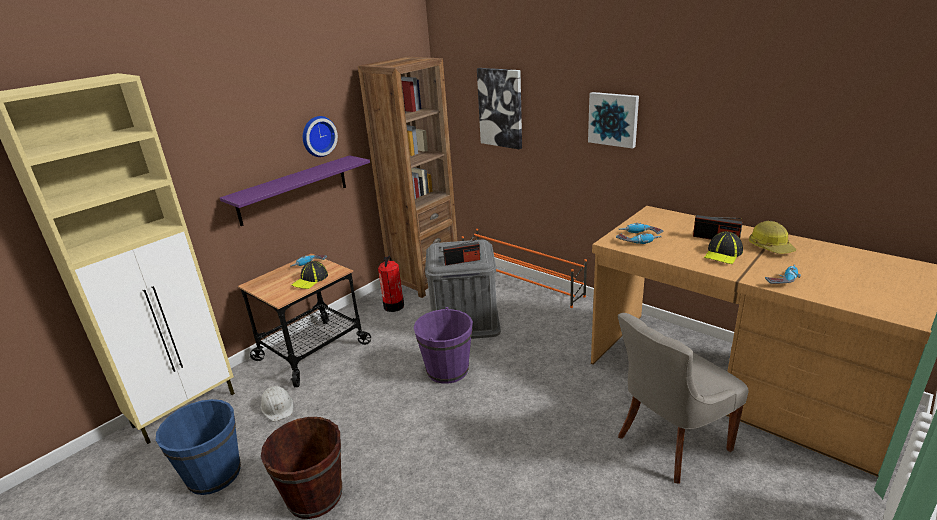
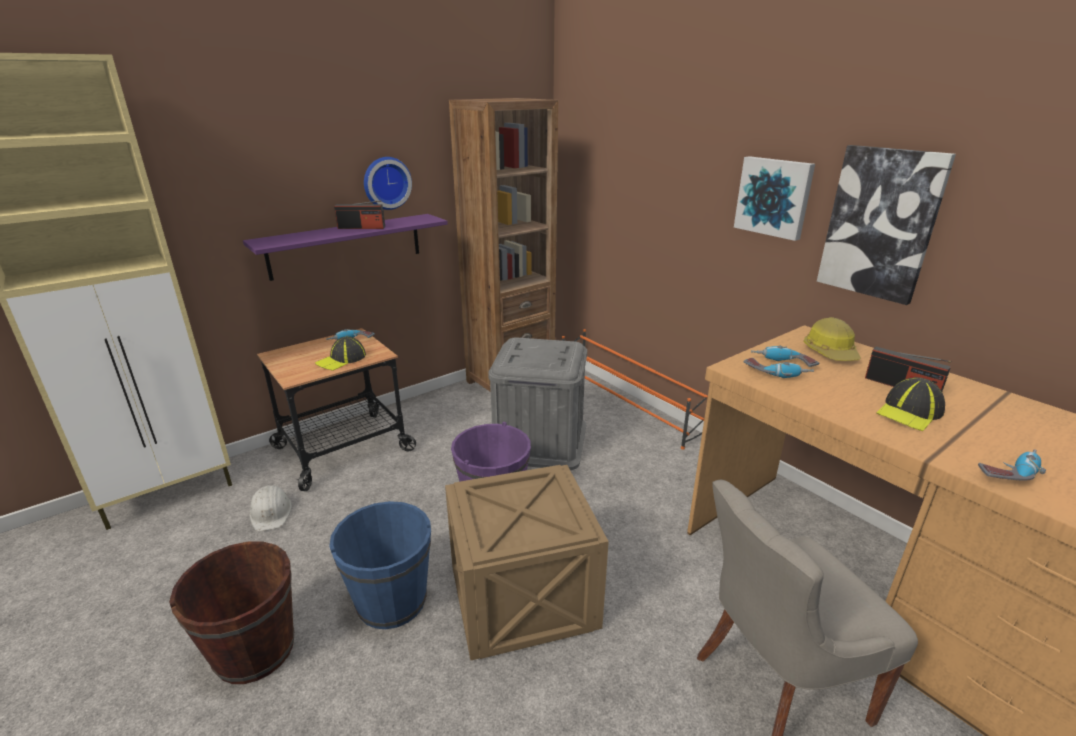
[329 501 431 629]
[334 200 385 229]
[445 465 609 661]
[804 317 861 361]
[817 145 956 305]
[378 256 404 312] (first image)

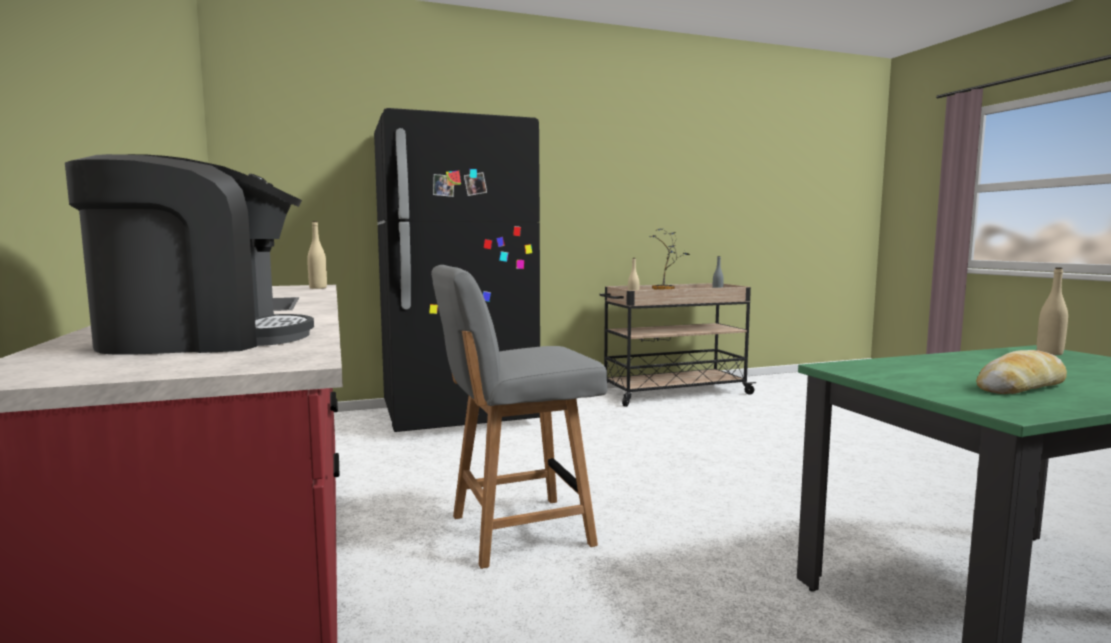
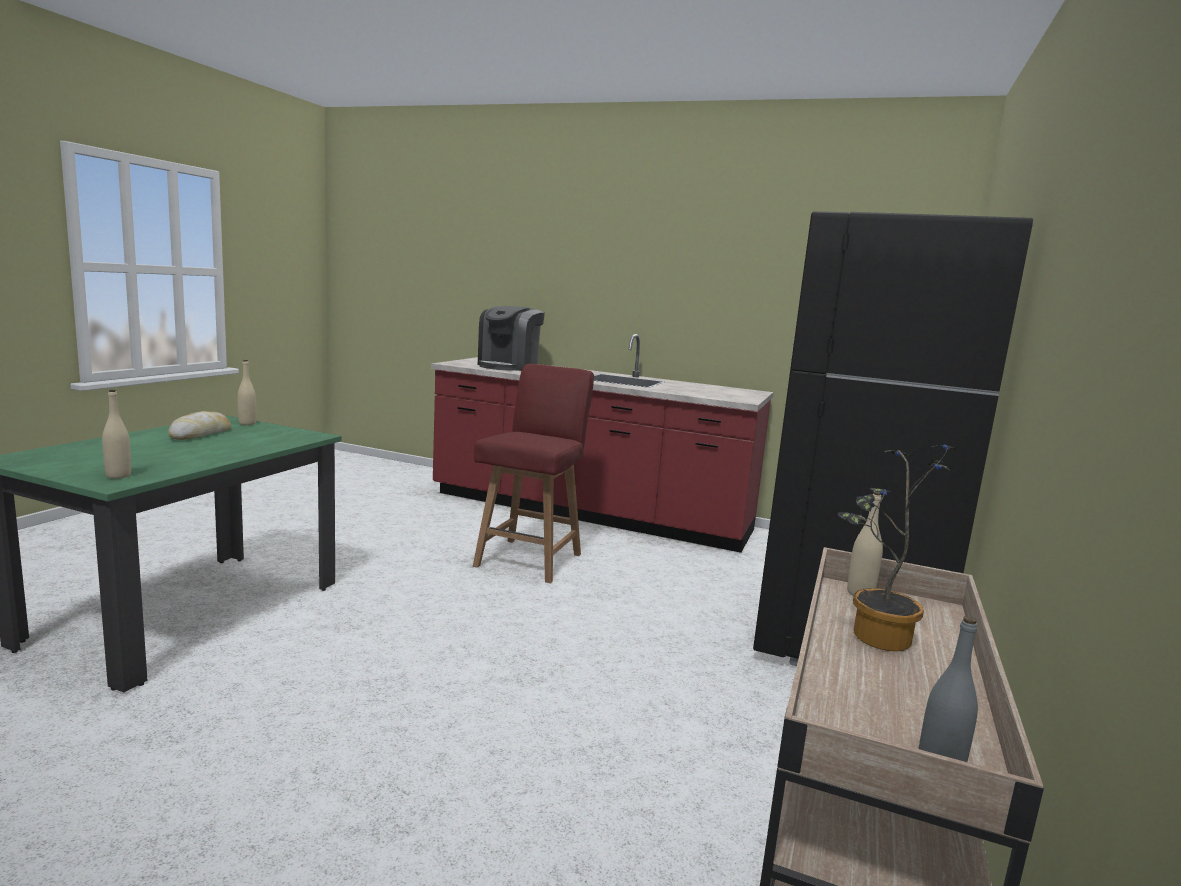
[237 360 256 425]
[473 364 594 583]

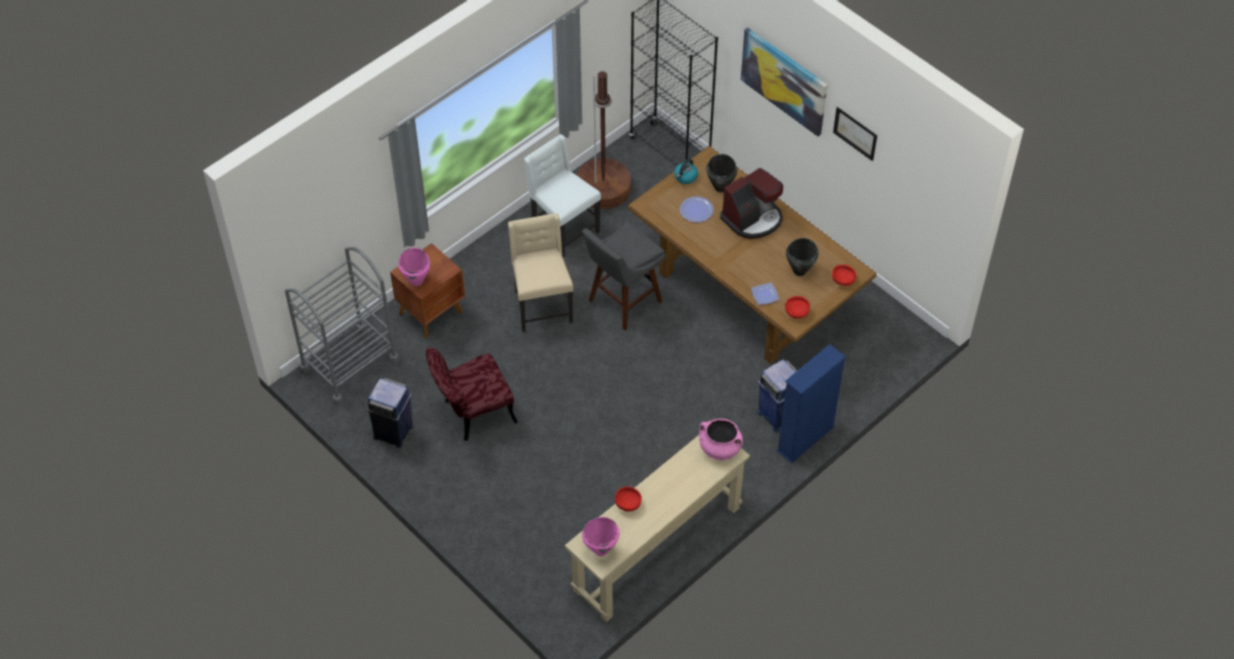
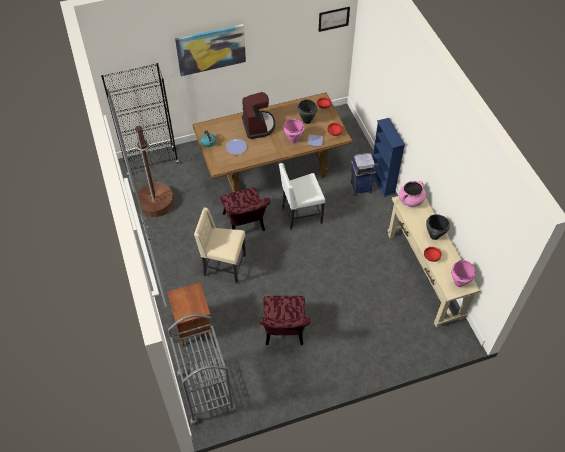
[221 188 271 231]
[279 163 325 230]
[283 119 305 143]
[318 7 350 32]
[426 214 450 240]
[367 378 414 448] (first image)

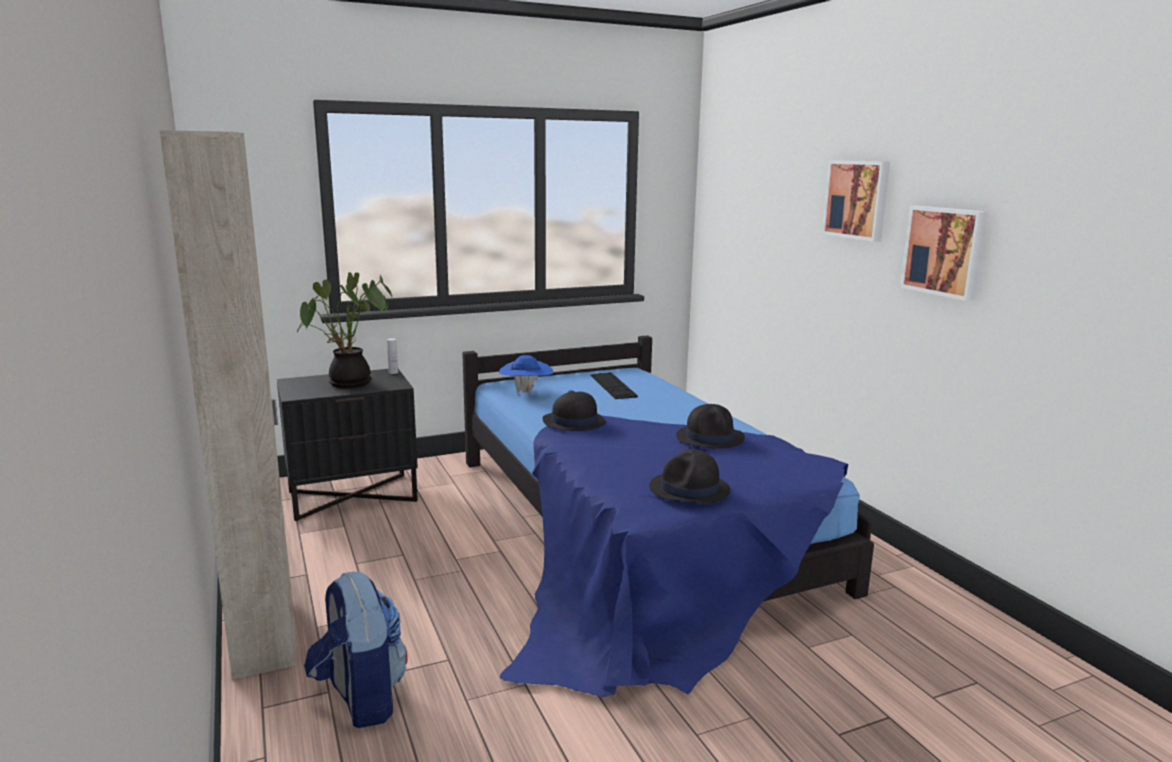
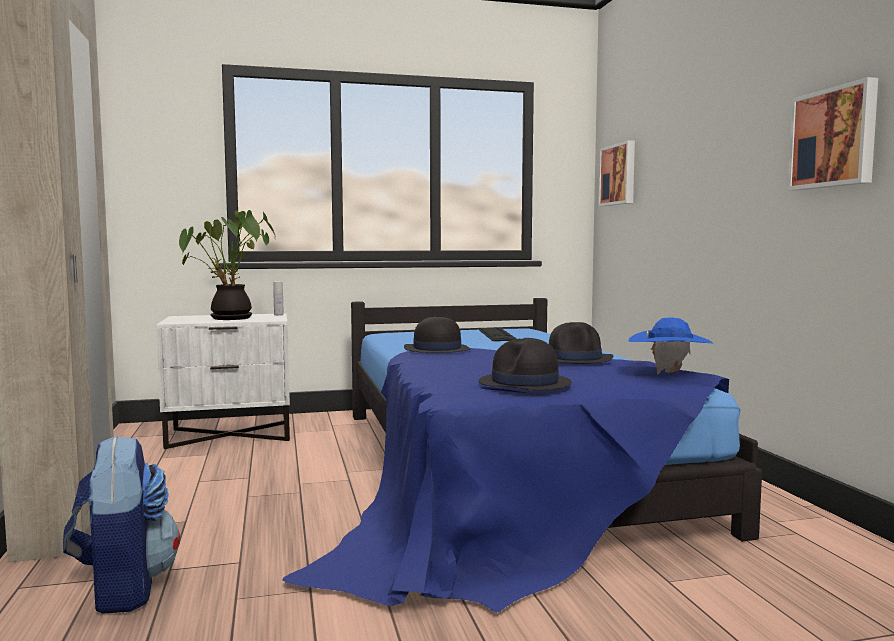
[156 313 290 449]
[598 140 635 206]
[628 317 715 375]

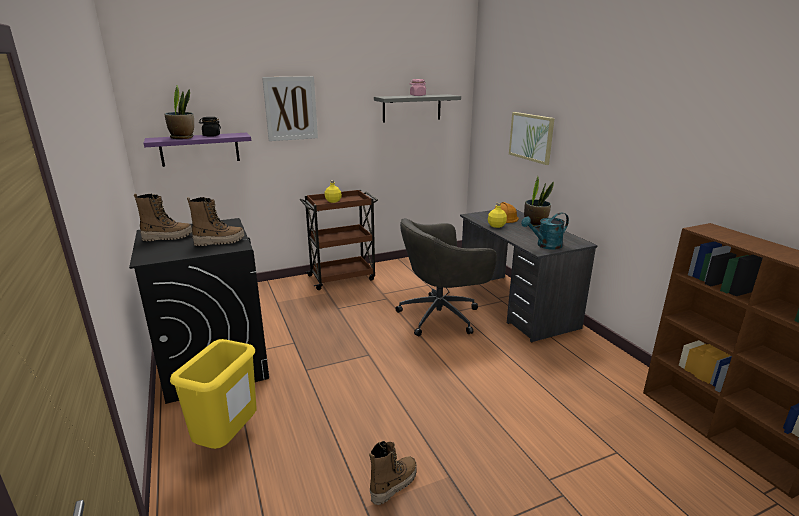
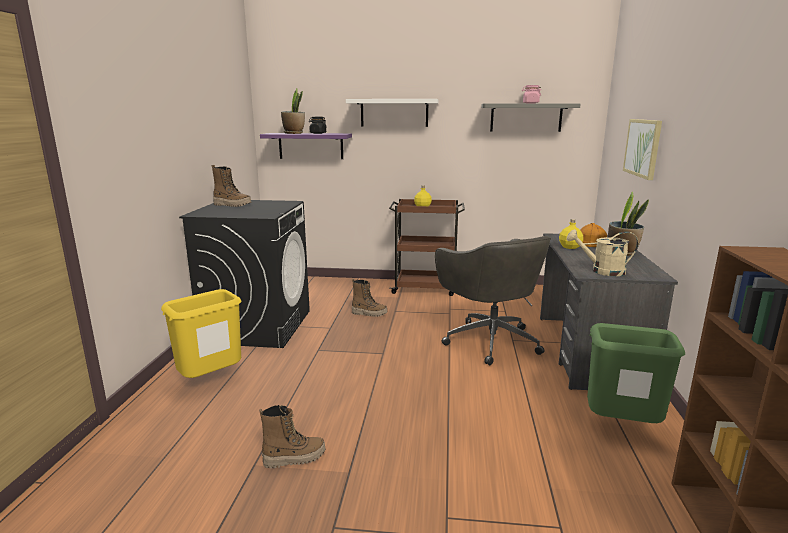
[346 99 438 127]
[352 279 387 317]
[435 236 551 365]
[567 229 638 276]
[587 323 685 423]

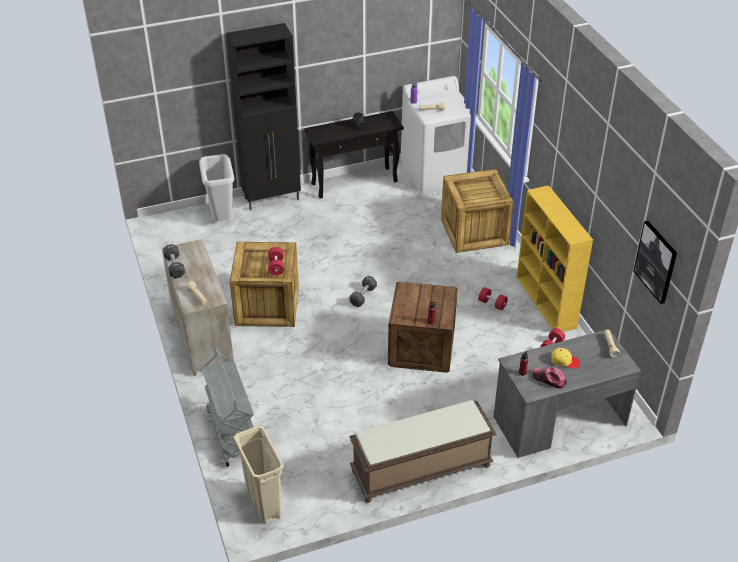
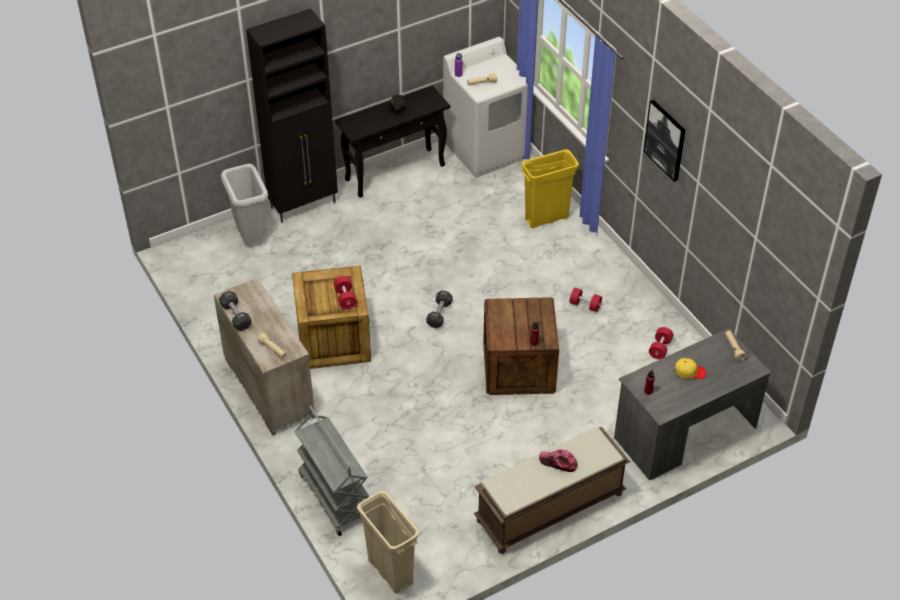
[521 149 579 228]
[539 449 578 472]
[644 100 685 182]
[516 185 593 332] (first image)

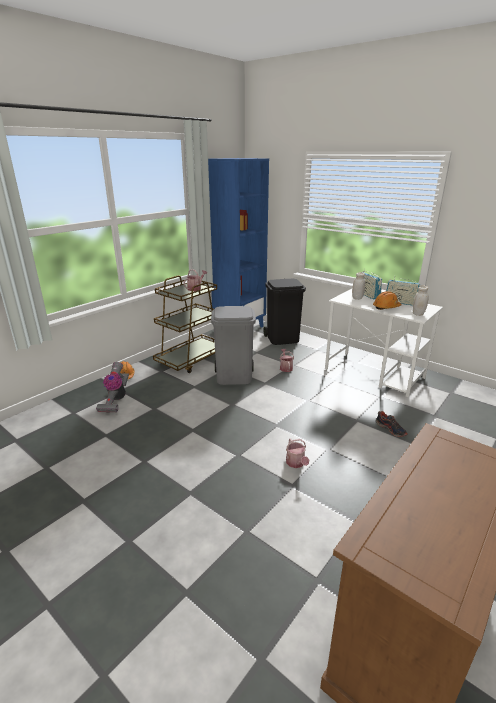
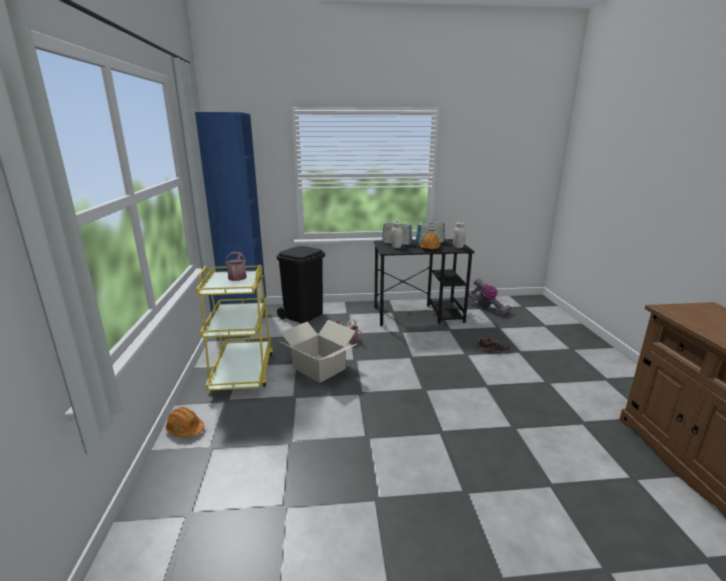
[196 264 273 391]
[279 320 356 383]
[374 239 475 326]
[468 278 512 315]
[286 438 309 468] (first image)

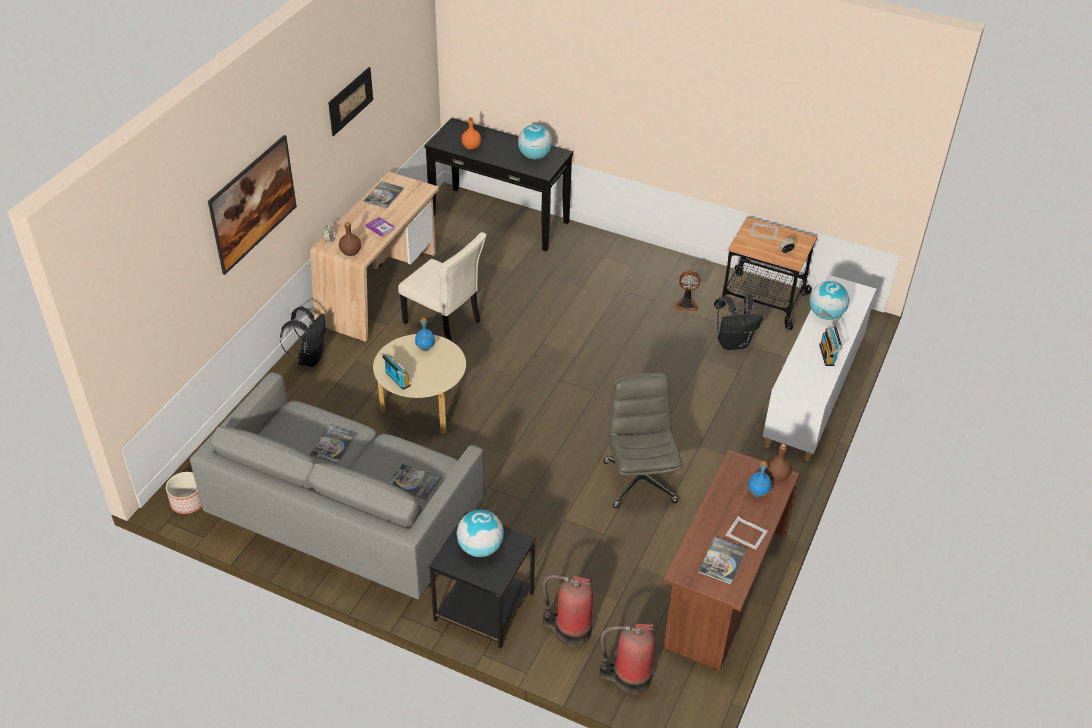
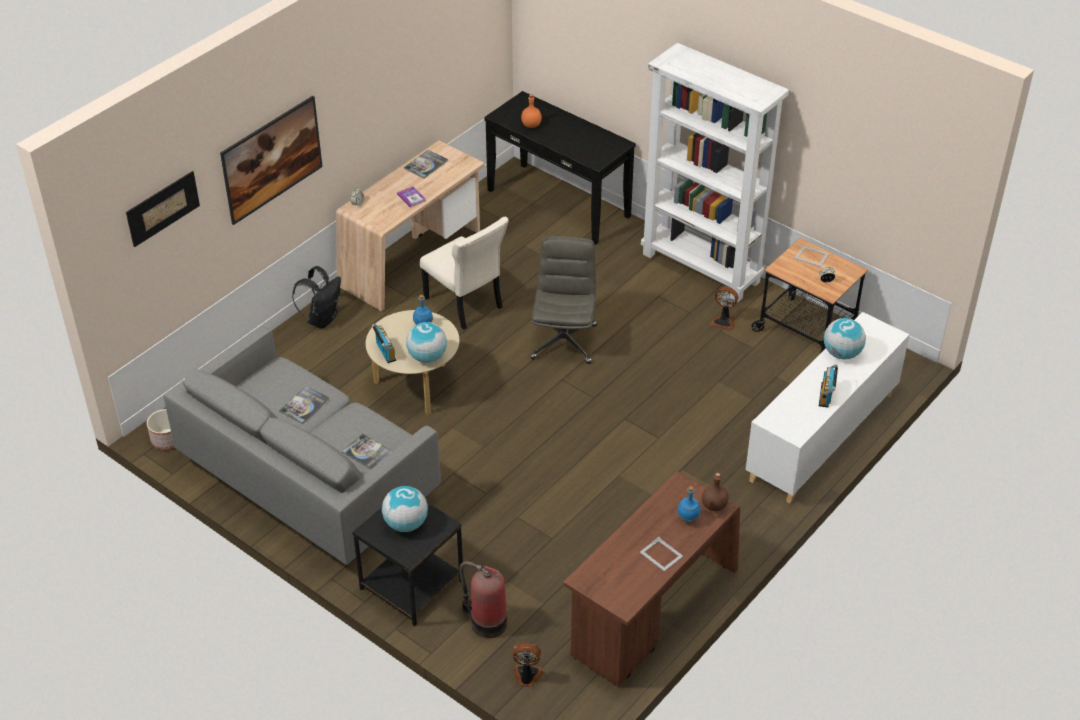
[126 171 200 247]
[406 322 447 363]
[513 642 543 687]
[530 236 597 364]
[641 43 789 302]
[339 221 361 256] (first image)
[698 536 747 585] (first image)
[717 295 763 350] (first image)

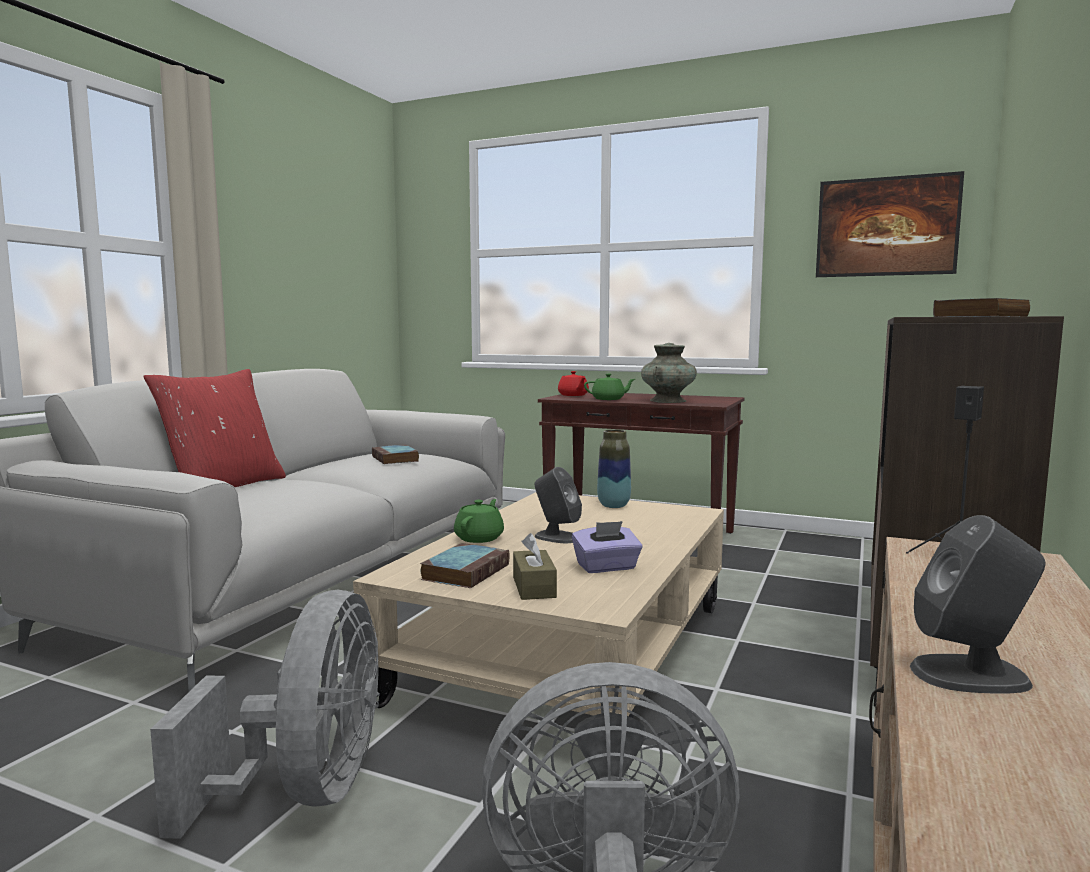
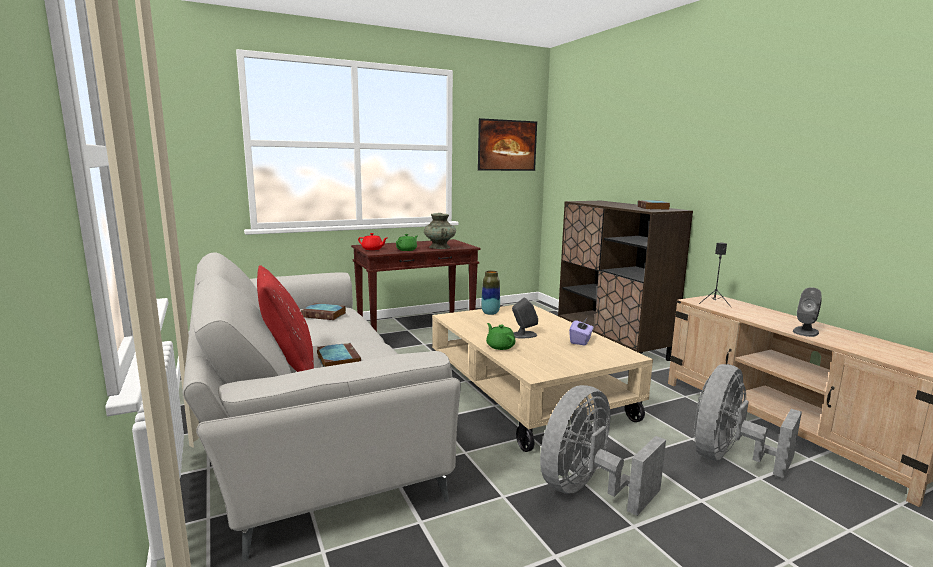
[317 343 361 367]
[540 385 666 516]
[513 533 557 600] (first image)

